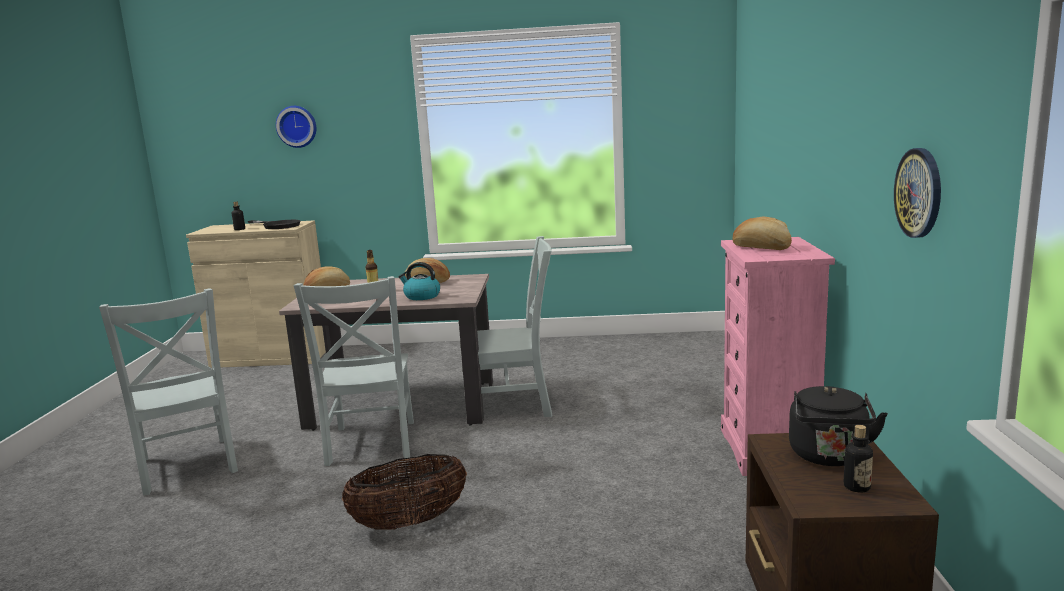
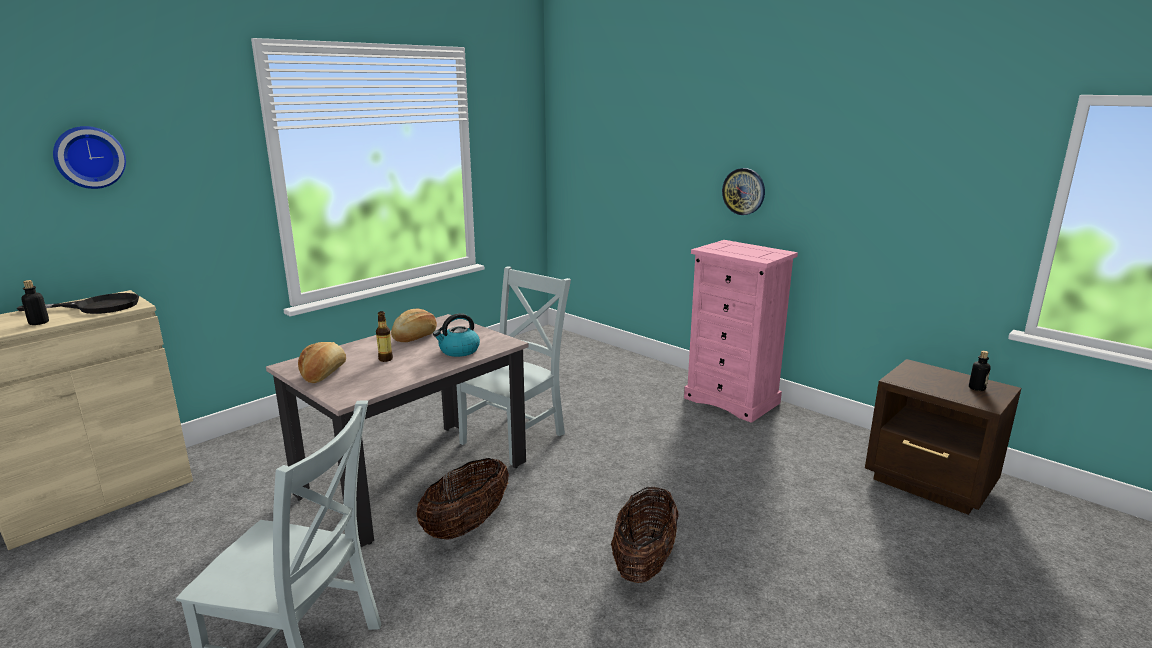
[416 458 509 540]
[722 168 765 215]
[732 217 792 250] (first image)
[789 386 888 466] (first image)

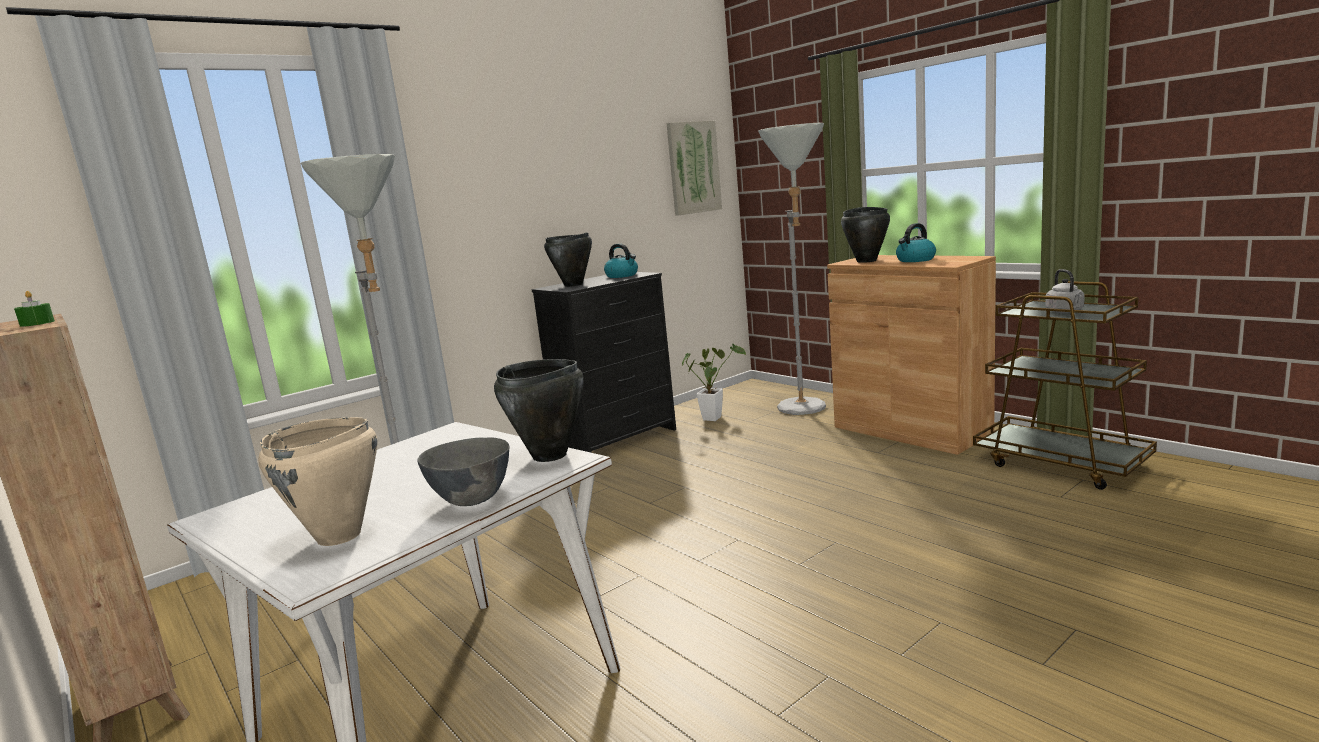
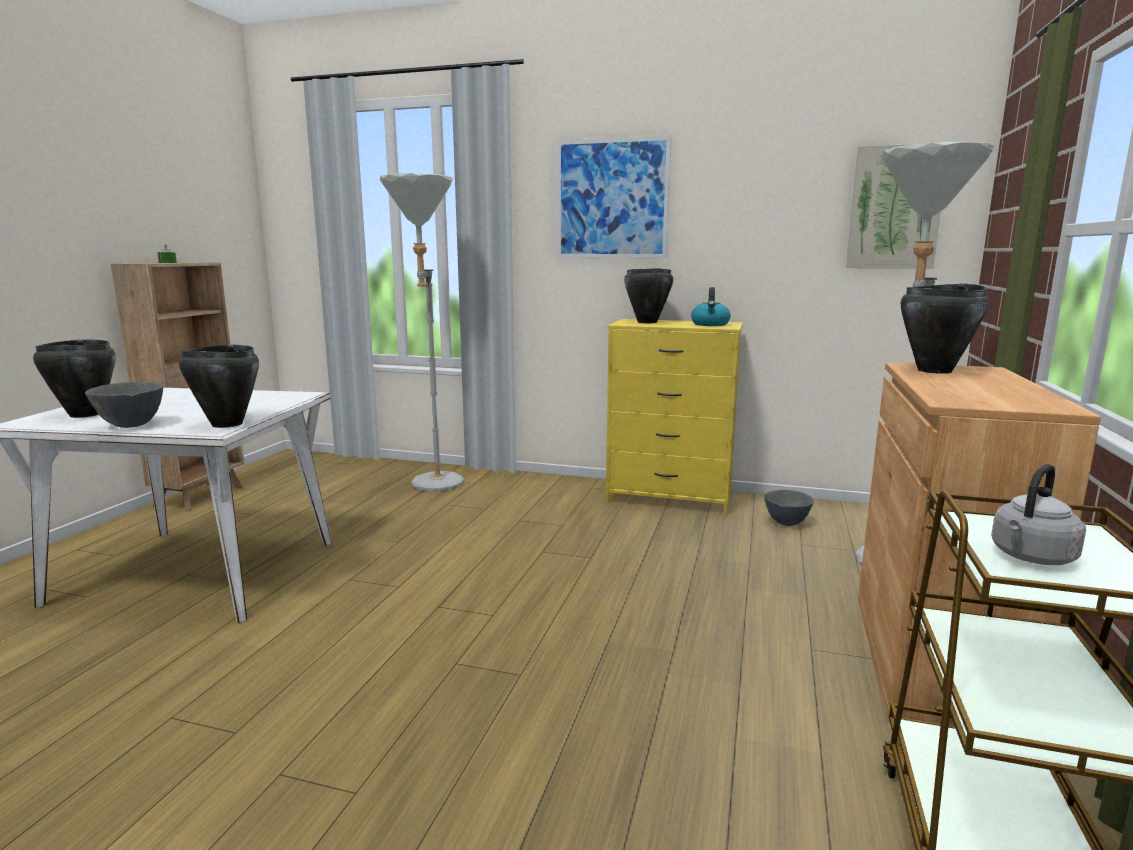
[33 339 116 418]
[556 135 672 259]
[606 319 743 515]
[764 490 814 526]
[896 223 936 262] (first image)

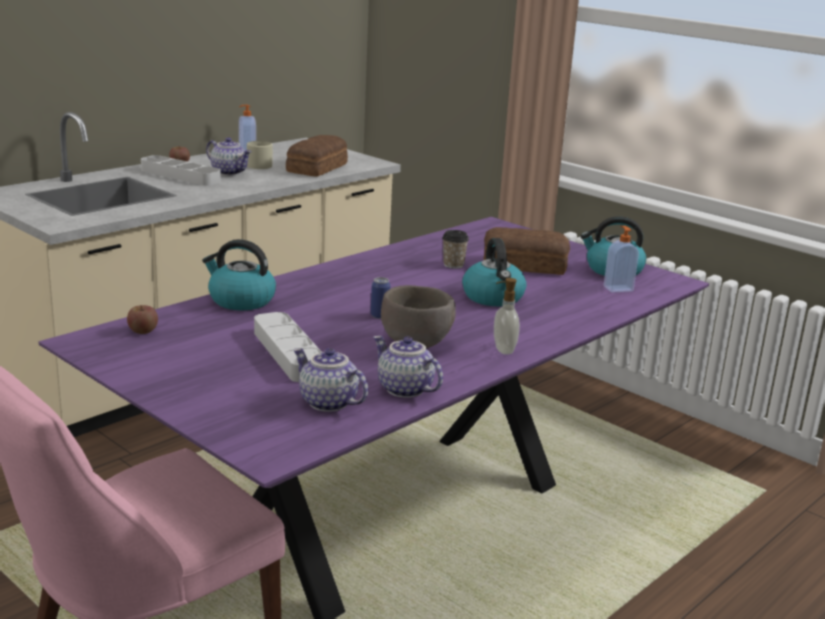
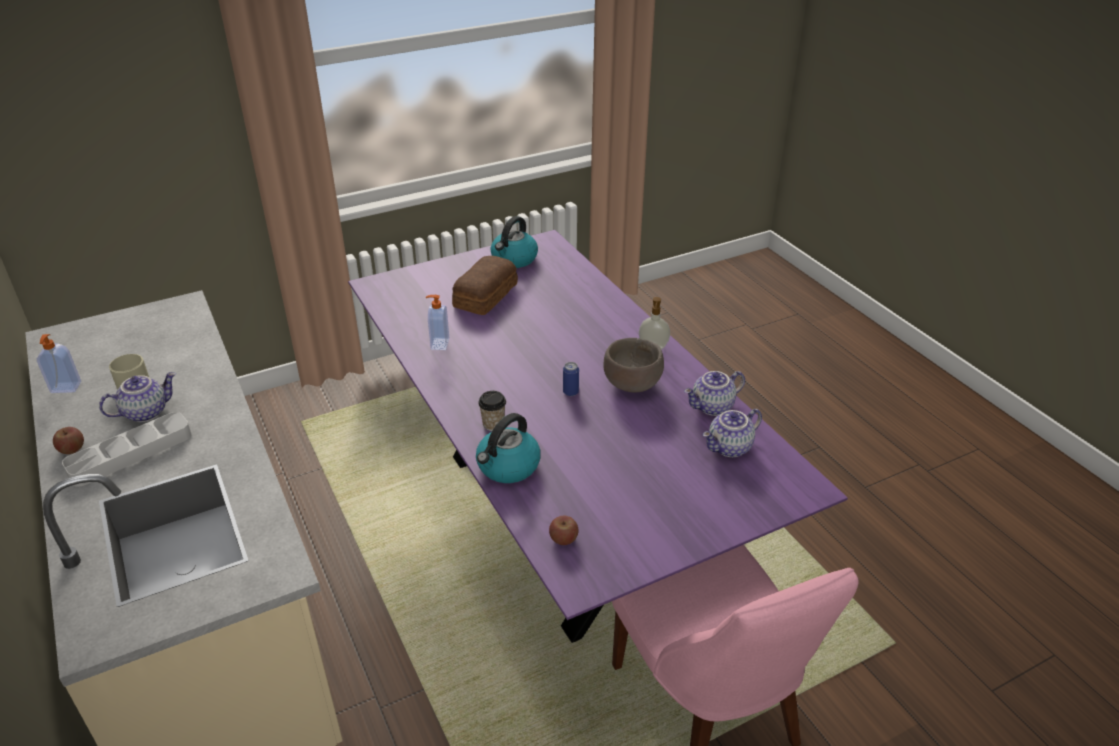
[426 295 449 350]
[478 391 506 431]
[254 312 322 382] (first image)
[286 135 348 177] (first image)
[462 238 526 306] (first image)

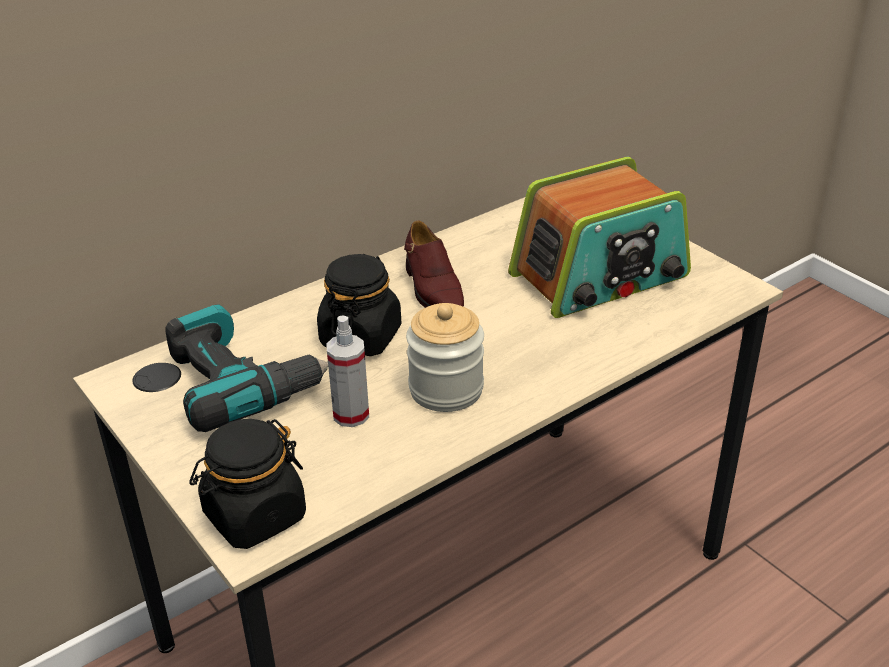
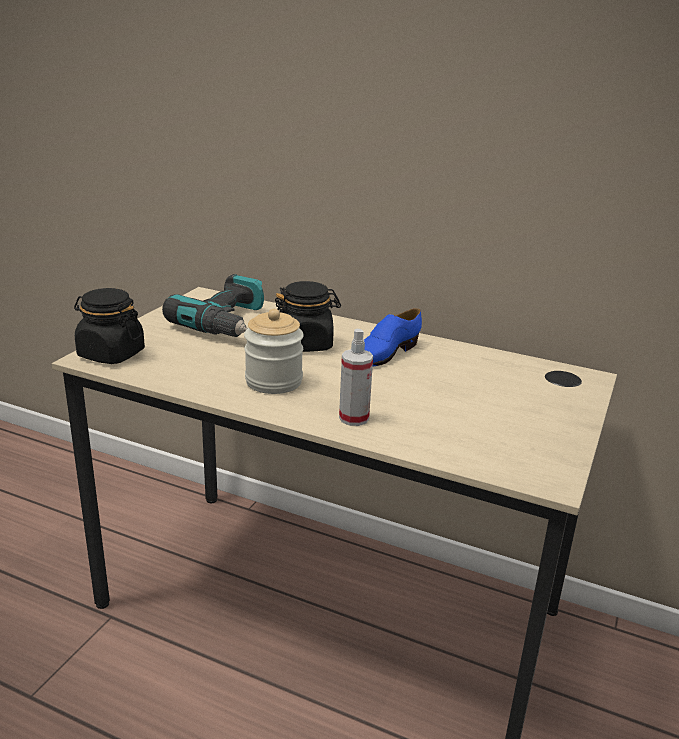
[339 329 373 426]
[364 308 422 367]
[508 157 691 318] (first image)

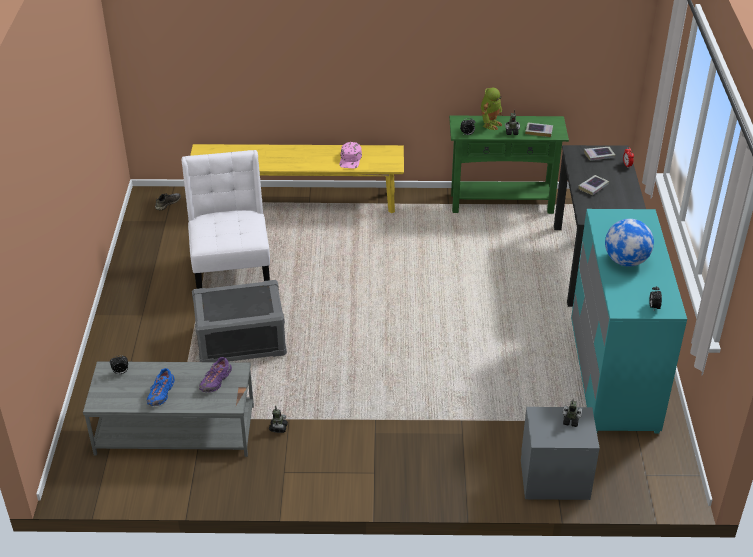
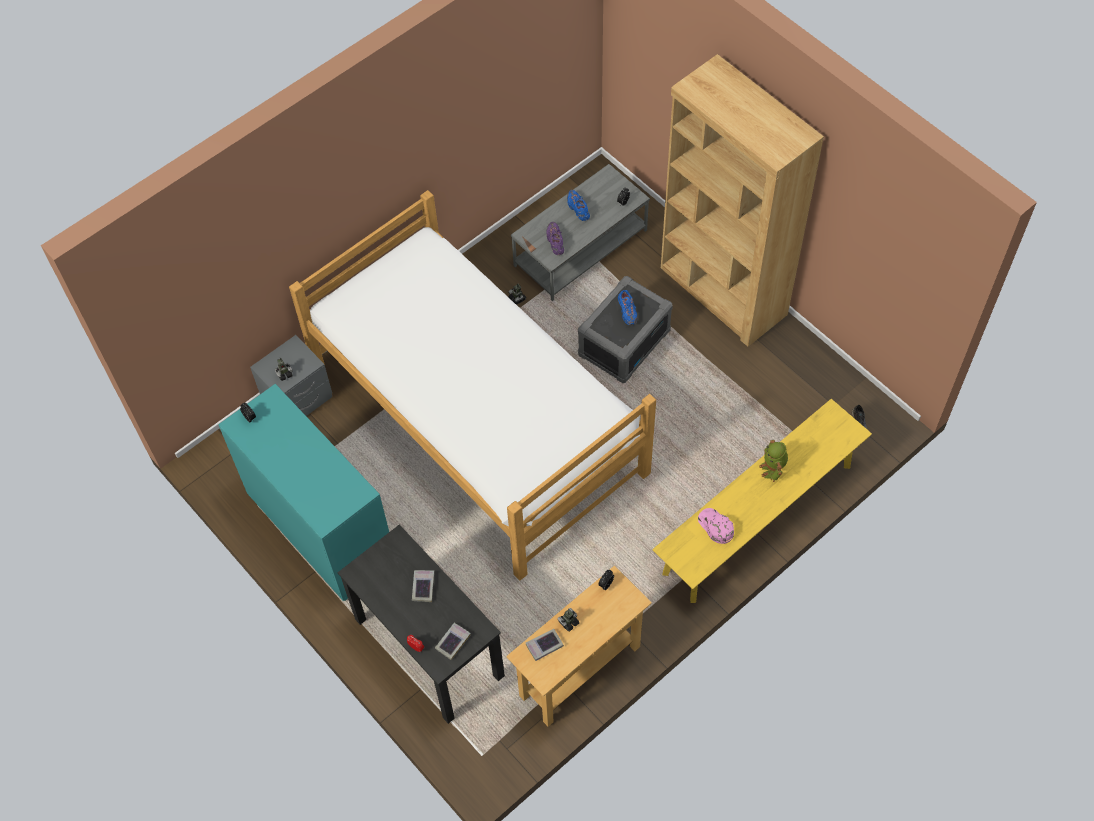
[289 190 656 581]
[506 565 652 727]
[618 290 637 325]
[661 54 824 347]
[759 440 788 482]
[182 150 270 289] (first image)
[605 219 654 267] (first image)

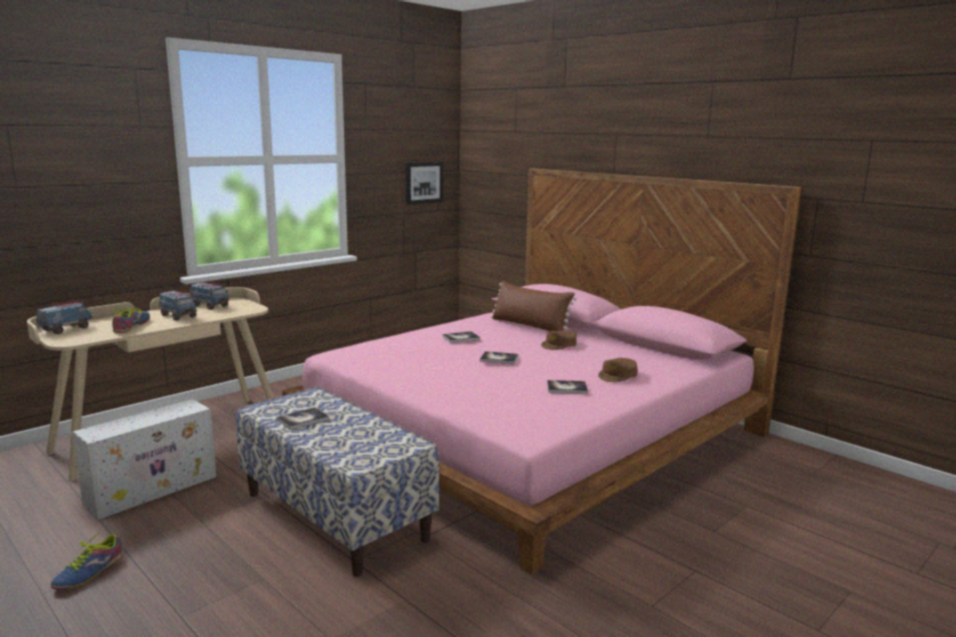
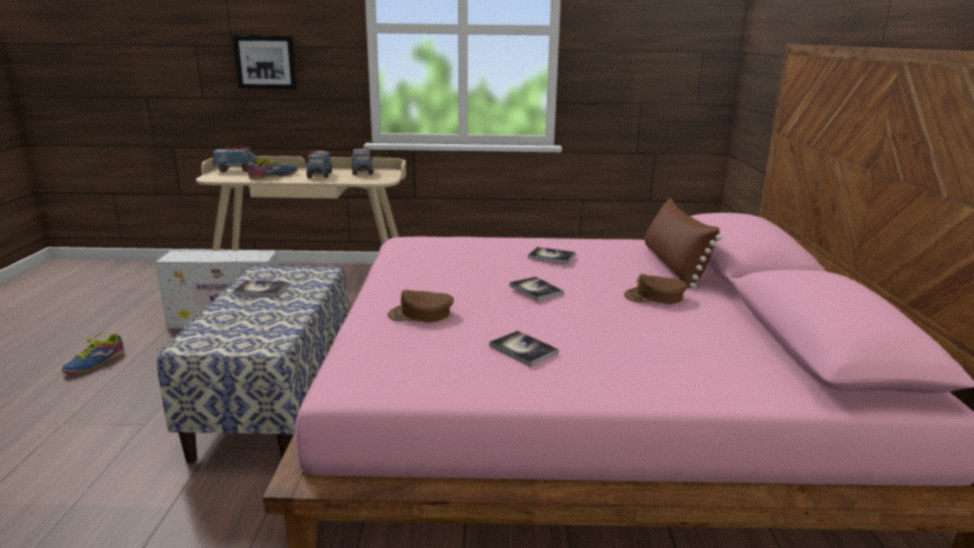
[62 331 124 374]
[232 35 297 90]
[388 290 454 322]

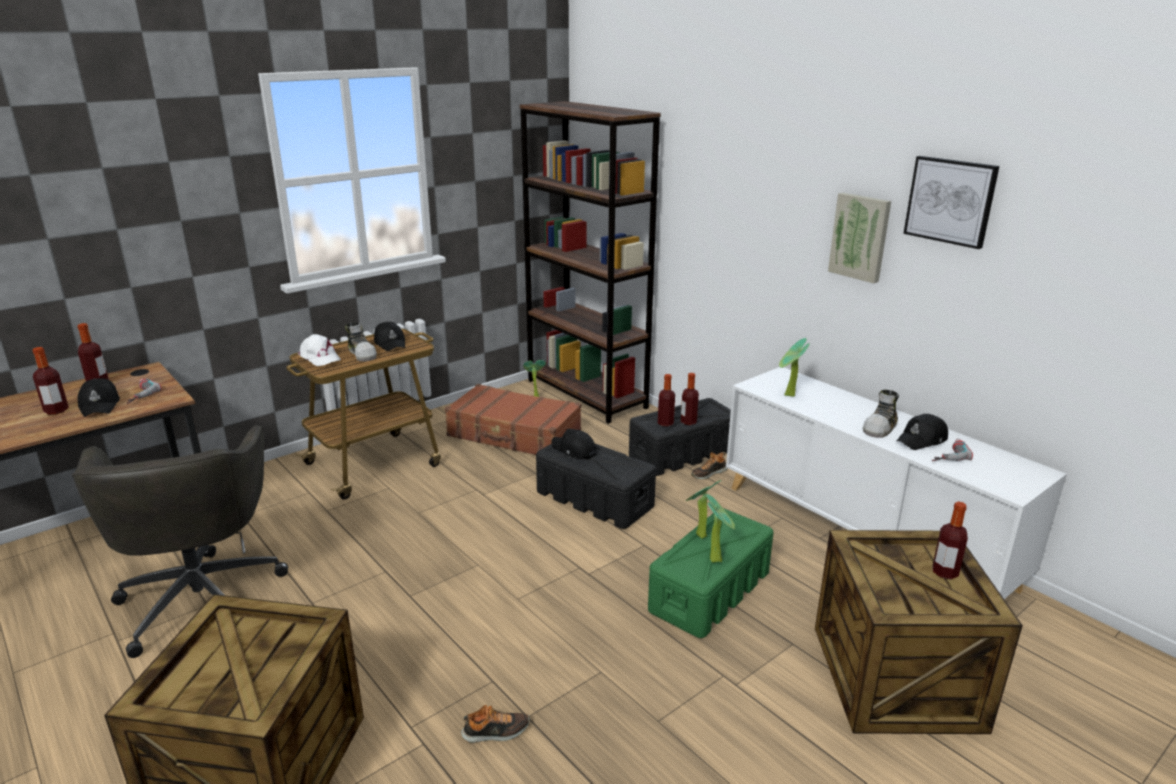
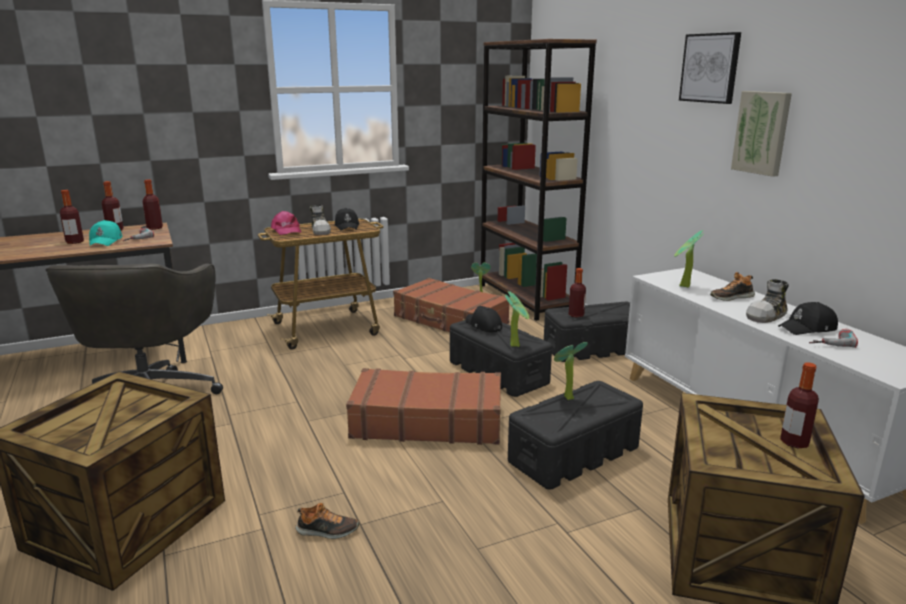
[89 220 123 246]
[143 180 163 230]
[271 211 301 235]
[346 368 501 445]
[505 291 530 347]
[508 381 643 490]
[679 32 741 104]
[710 272 755 301]

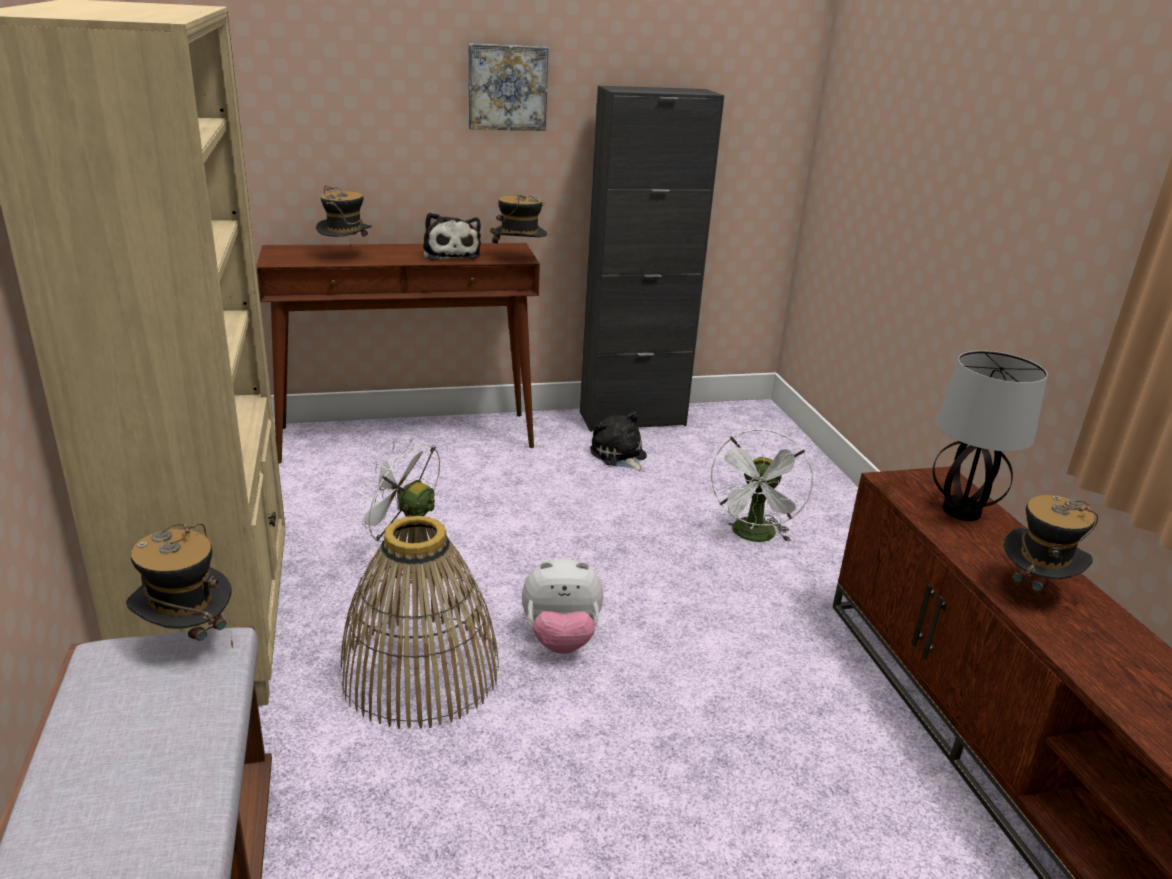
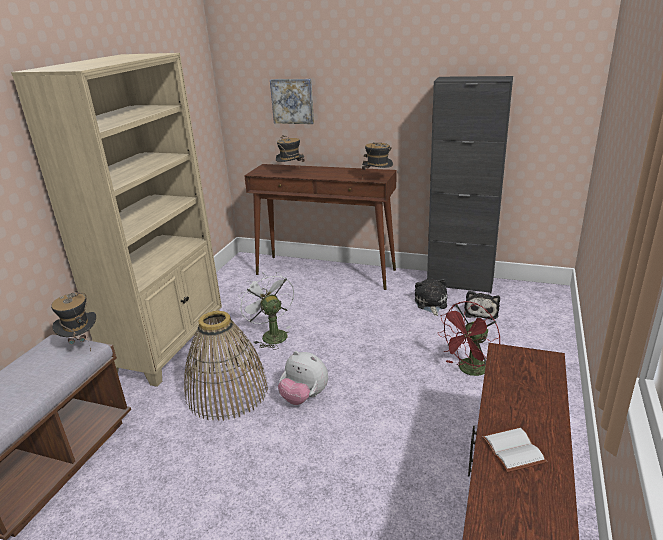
[270 79 314 124]
[438 301 500 376]
[464 291 500 320]
[482 427 547 473]
[933 351 1048 521] (first image)

